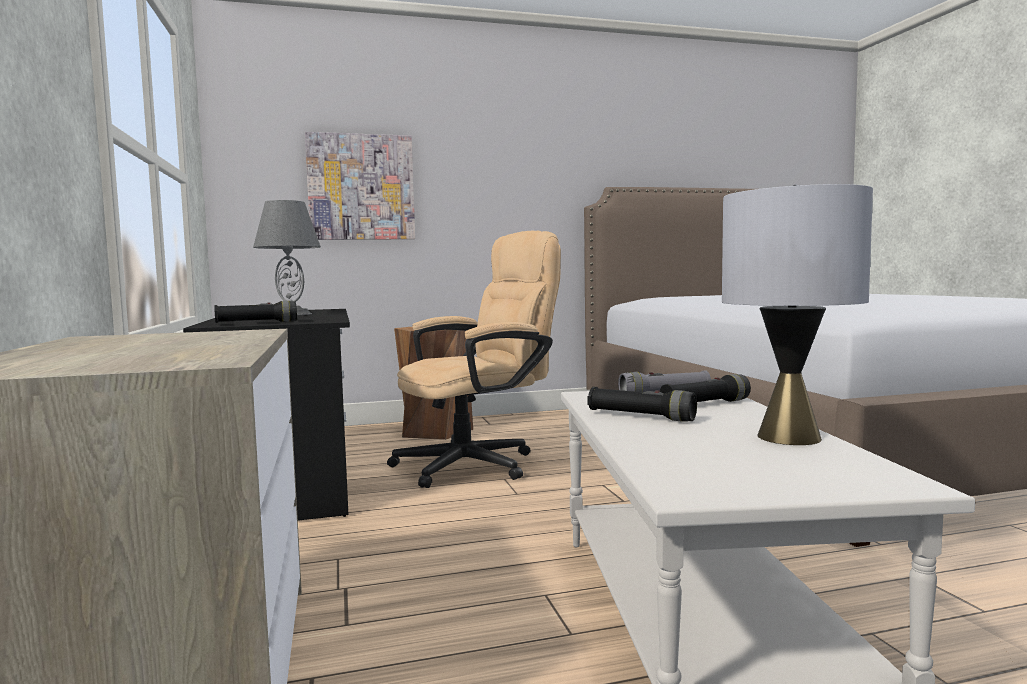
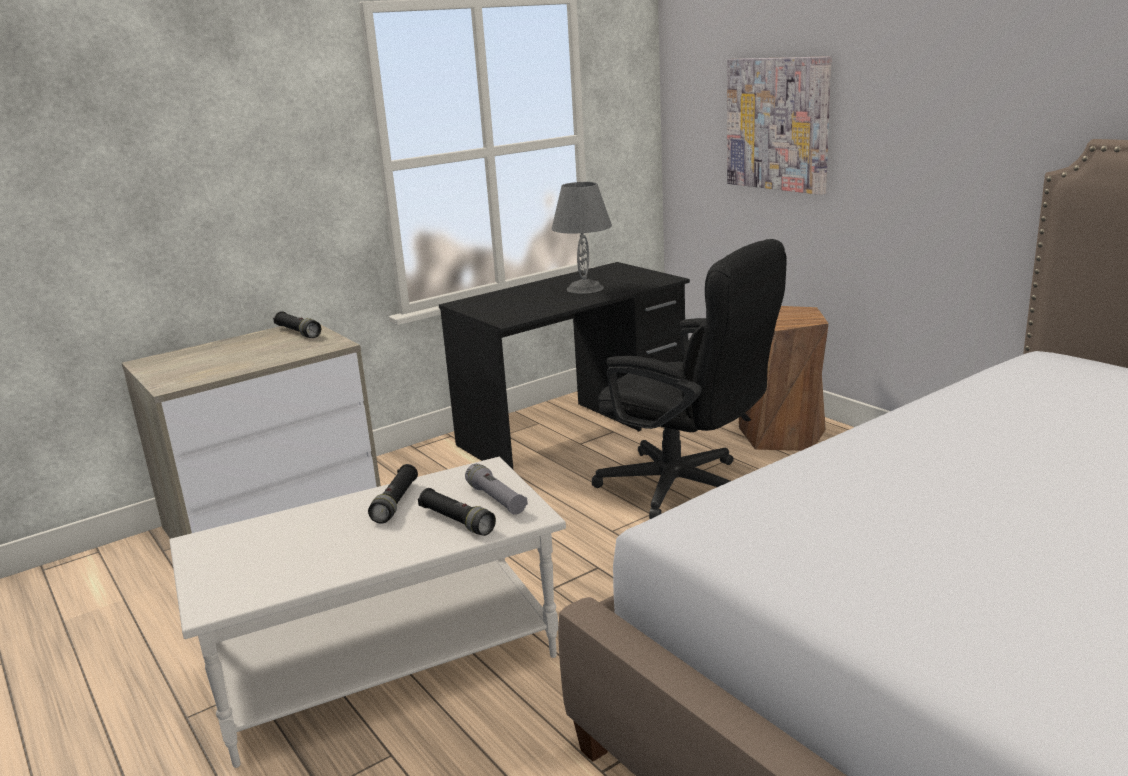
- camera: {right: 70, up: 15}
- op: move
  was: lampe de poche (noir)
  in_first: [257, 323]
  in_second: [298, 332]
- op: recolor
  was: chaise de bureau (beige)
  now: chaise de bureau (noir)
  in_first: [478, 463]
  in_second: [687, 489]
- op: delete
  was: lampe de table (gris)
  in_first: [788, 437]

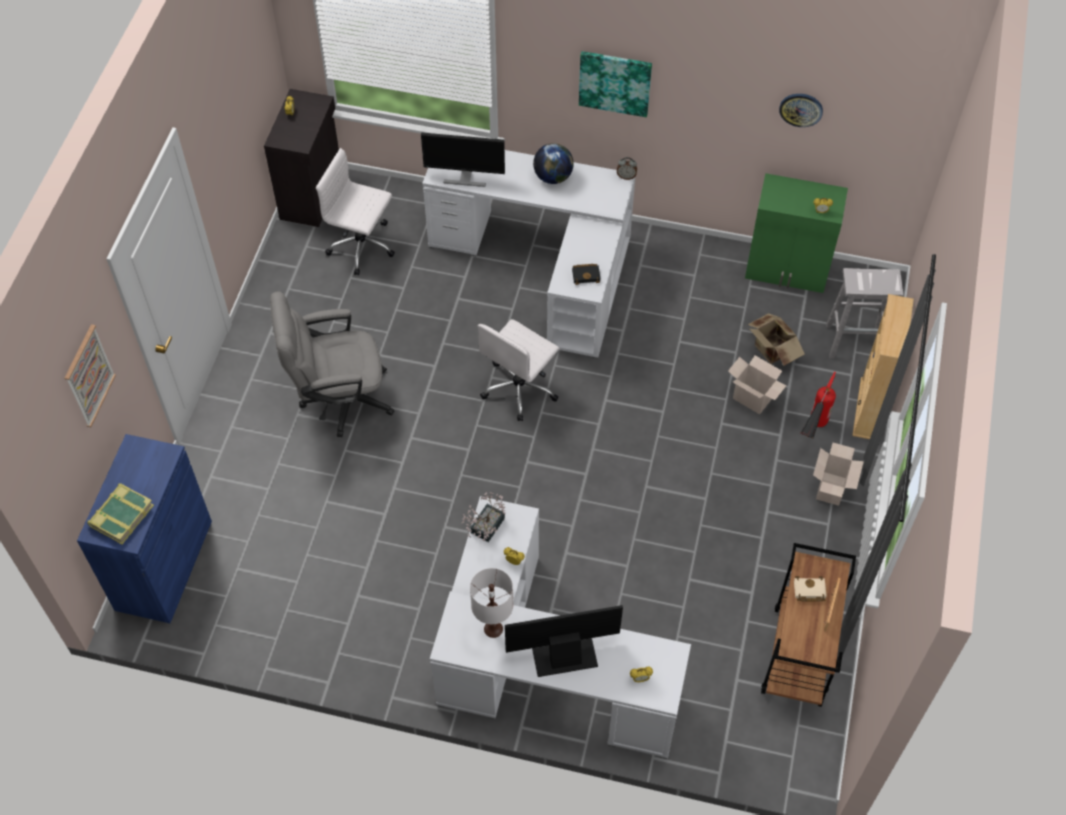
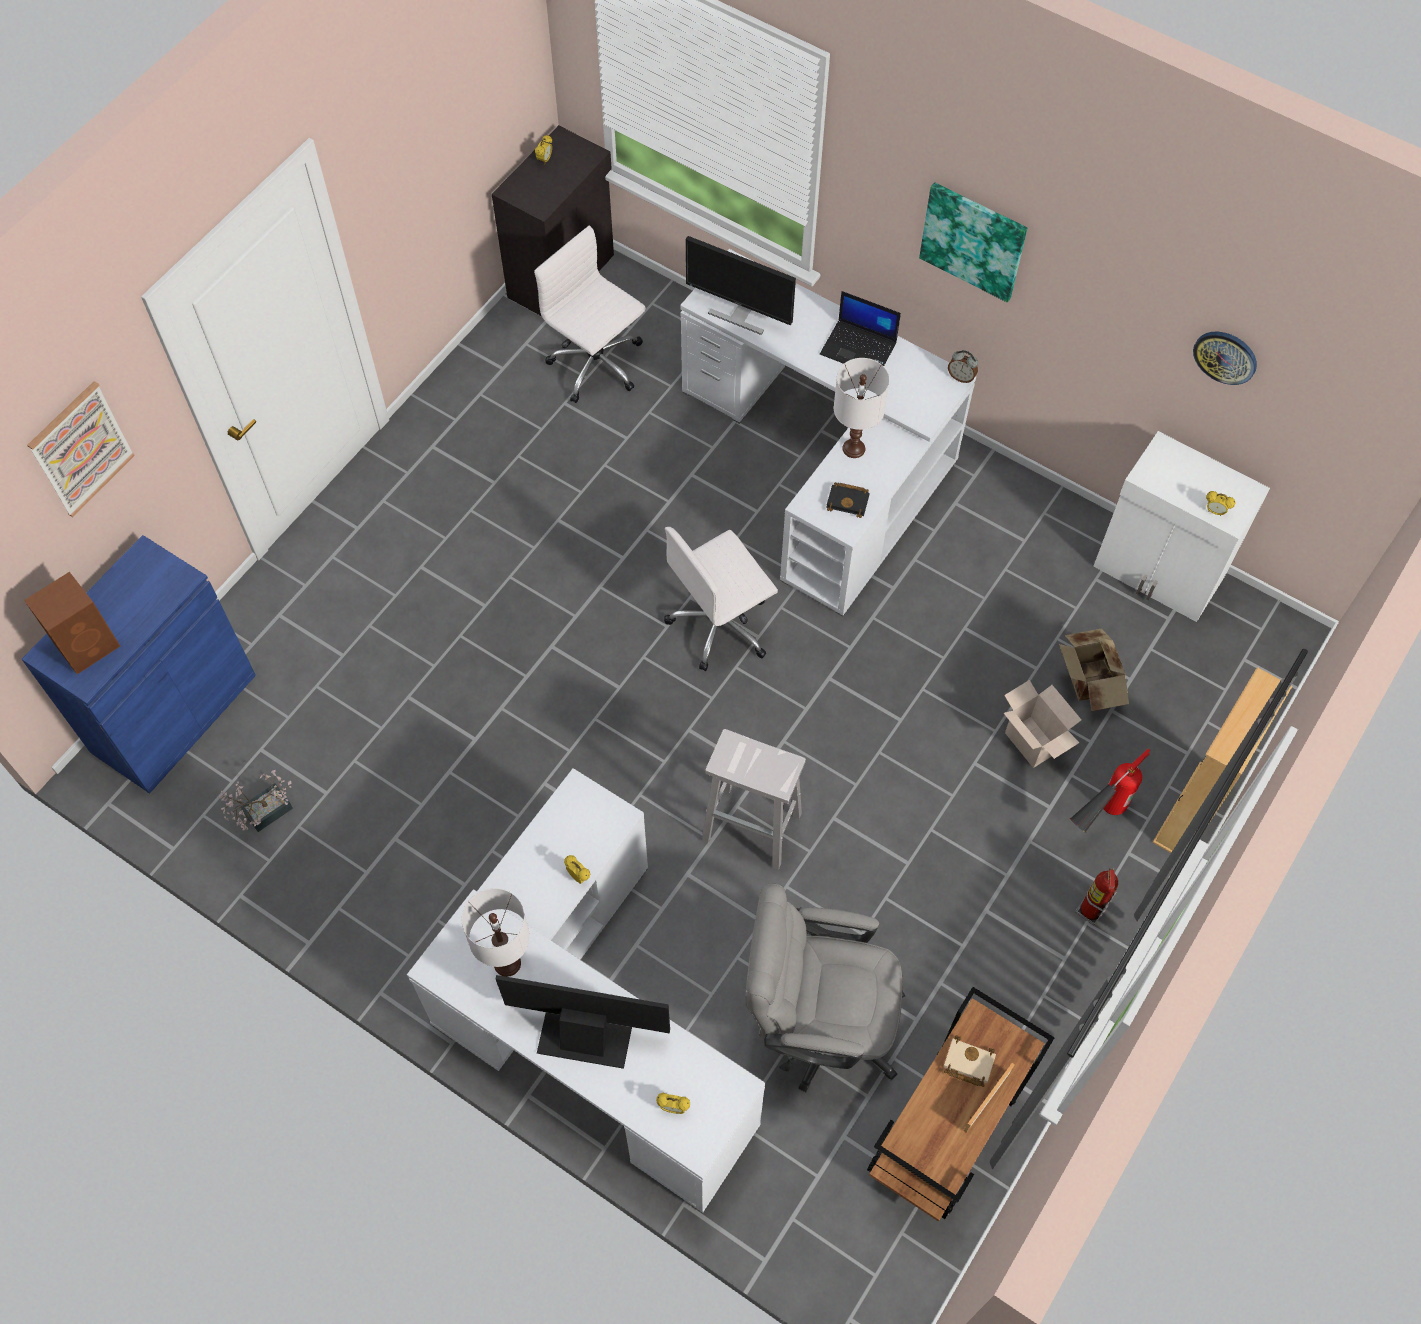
- camera: {right: 20, up: 5}
- op: replace
  was: livre
  now: enceinte (marron)
  in_first: [121, 516]
  in_second: [88, 644]
- op: move
  was: plante en pot
  in_first: [485, 528]
  in_second: [263, 813]
- op: move
  was: tabouret (blanc)
  in_first: [855, 341]
  in_second: [753, 827]
- op: move
  was: chaise de bureau (gris)
  in_first: [338, 399]
  in_second: [818, 1022]
- op: replace
  was: globe
  now: ordinateur portable
  in_first: [553, 177]
  in_second: [859, 348]
- op: insert
  now: lampe de table (blanc)
  in_second: [853, 448]
- op: replace
  was: carton
  now: extincteur
  in_first: [831, 490]
  in_second: [1090, 911]
- op: recolor
  was: meuble de rangement (vert)
  now: meuble de rangement (blanc)
  in_first: [787, 270]
  in_second: [1158, 574]

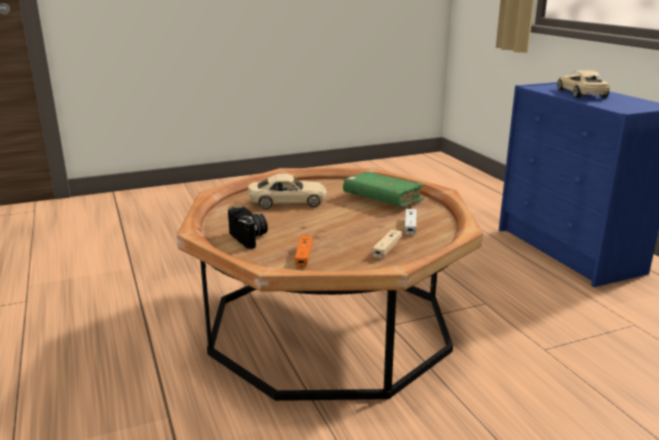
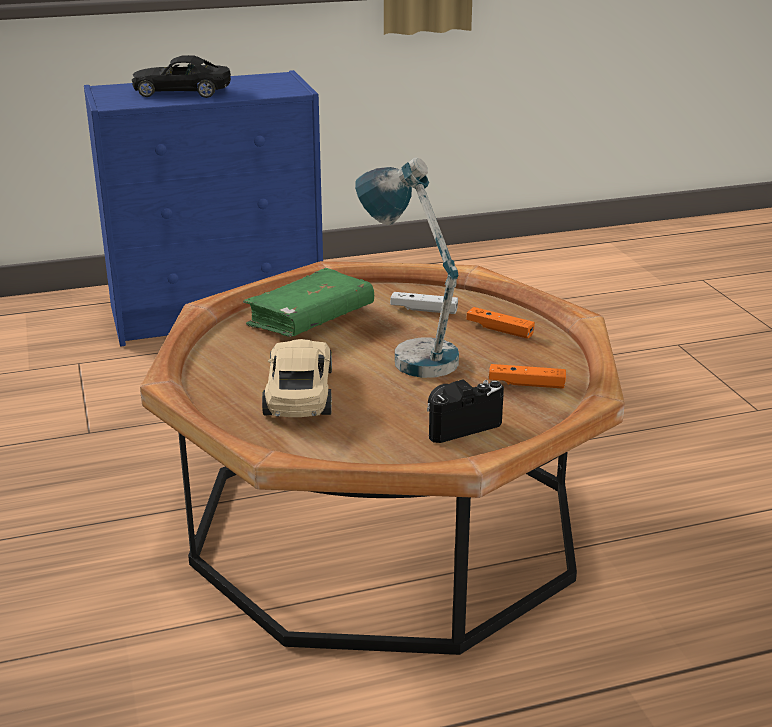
- camera: {right: -85, up: 5}
- op: recolor
  was: petite voiture (beige)
  now: petite voiture (noir)
  in_first: [581, 93]
  in_second: [182, 92]
- op: insert
  now: lampe de table
  in_second: [410, 351]
- op: recolor
  was: manette (beige)
  now: manette (orange)
  in_first: [387, 248]
  in_second: [499, 330]

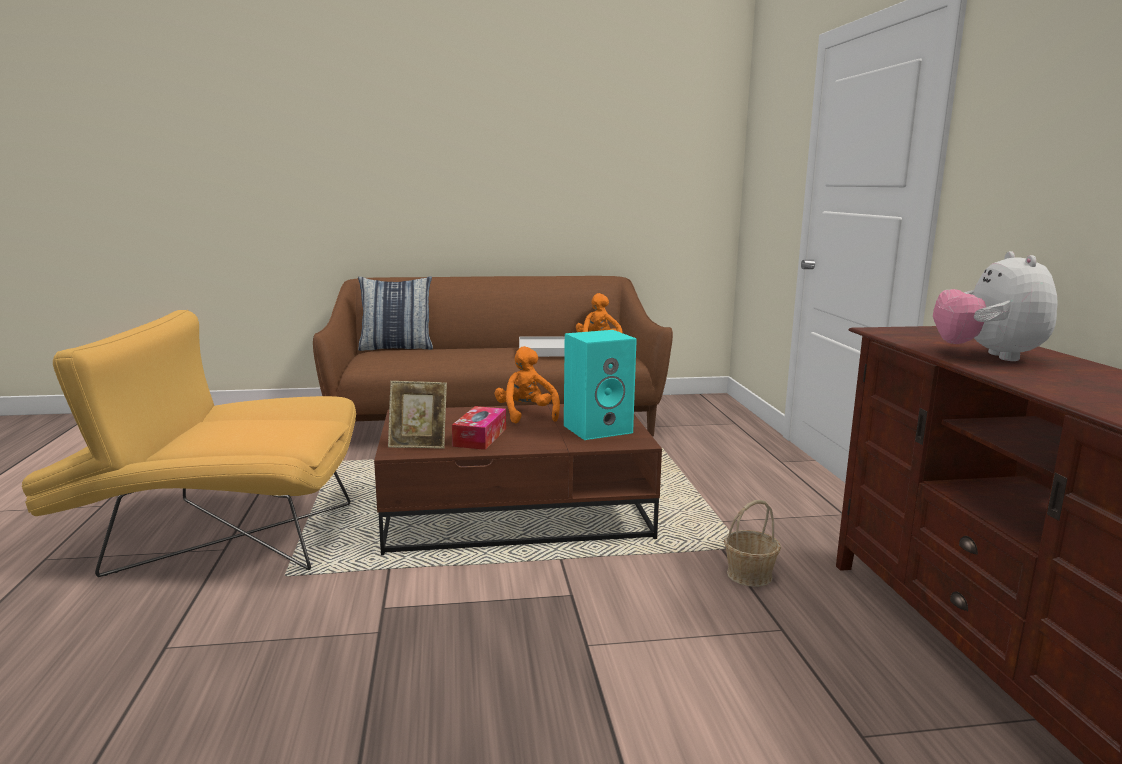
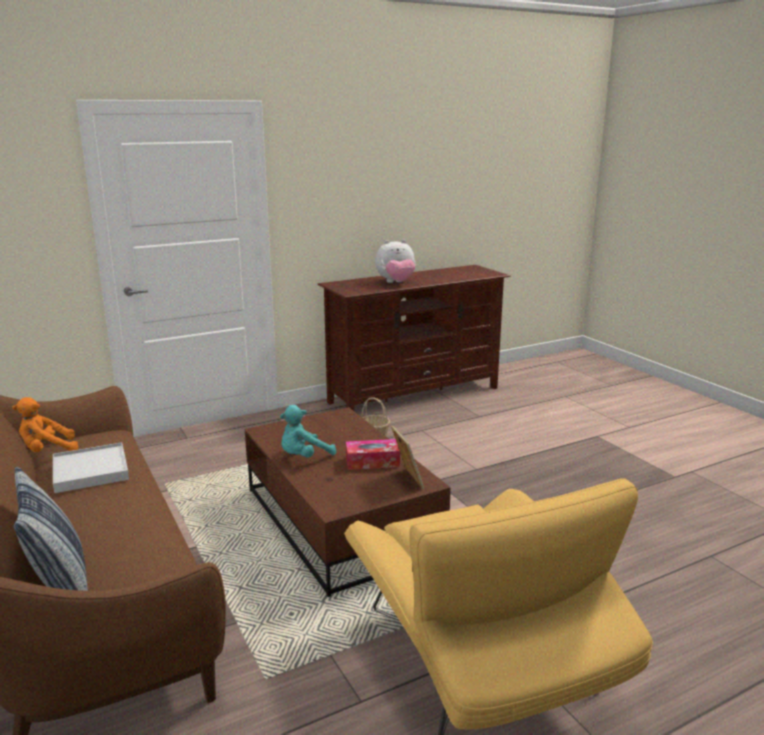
- camera: {right: -110, up: 5}
- op: recolor
  was: peluche (orange)
  now: peluche (turquoise)
  in_first: [526, 414]
  in_second: [304, 457]
- op: delete
  was: enceinte (turquoise)
  in_first: [598, 428]

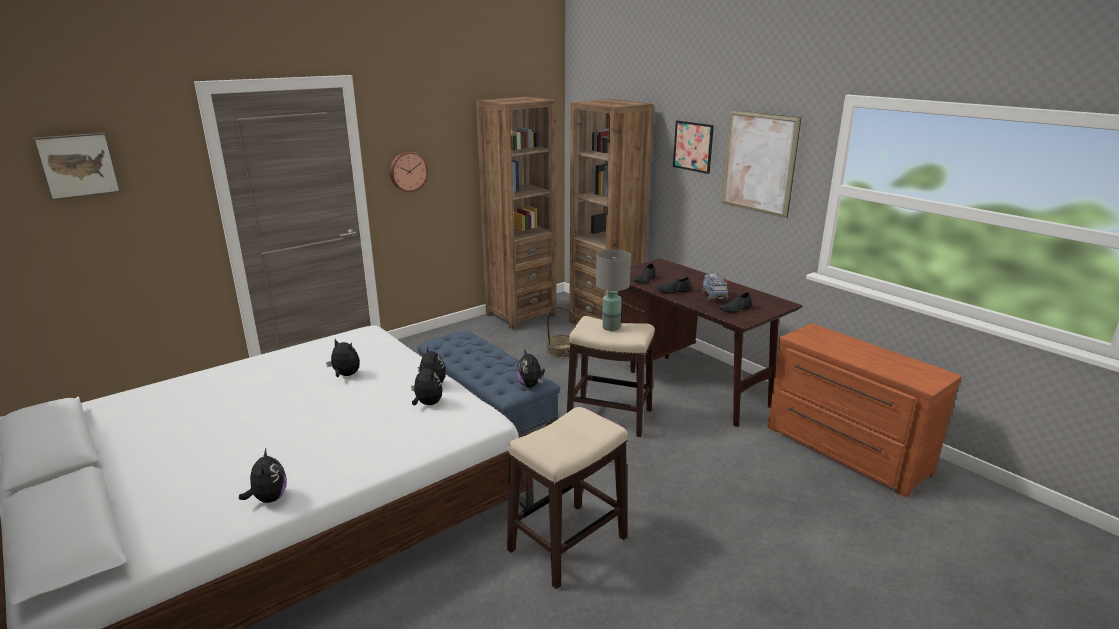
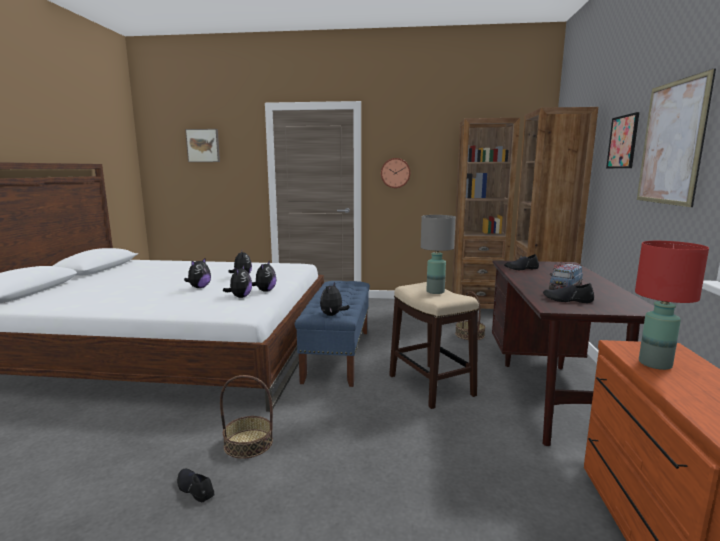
- camera: {right: 45, up: -10}
- op: move
  was: chaussure (noir)
  in_first: [673, 291]
  in_second: [195, 489]
- op: move
  was: peluche
  in_first: [269, 498]
  in_second: [199, 287]
- op: replace
  was: tabouret
  now: panier
  in_first: [567, 544]
  in_second: [248, 443]
- op: insert
  now: lampe de table (rouge)
  in_second: [654, 363]

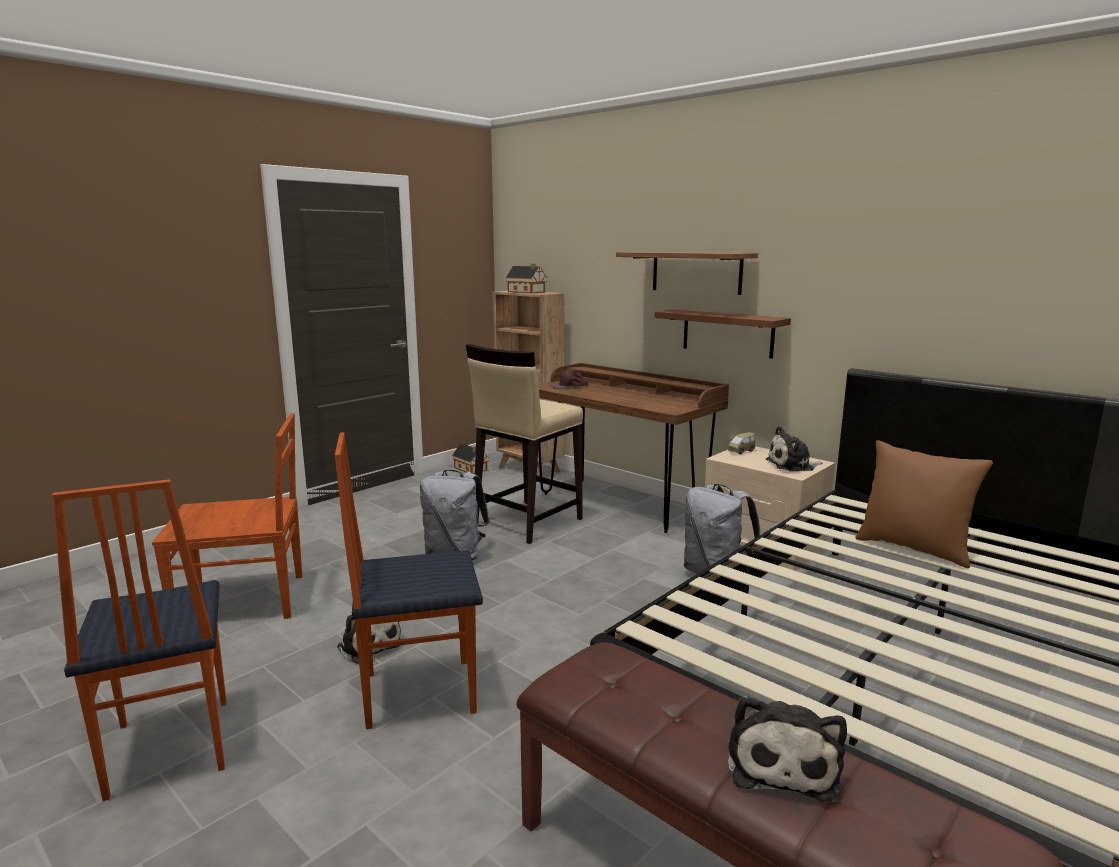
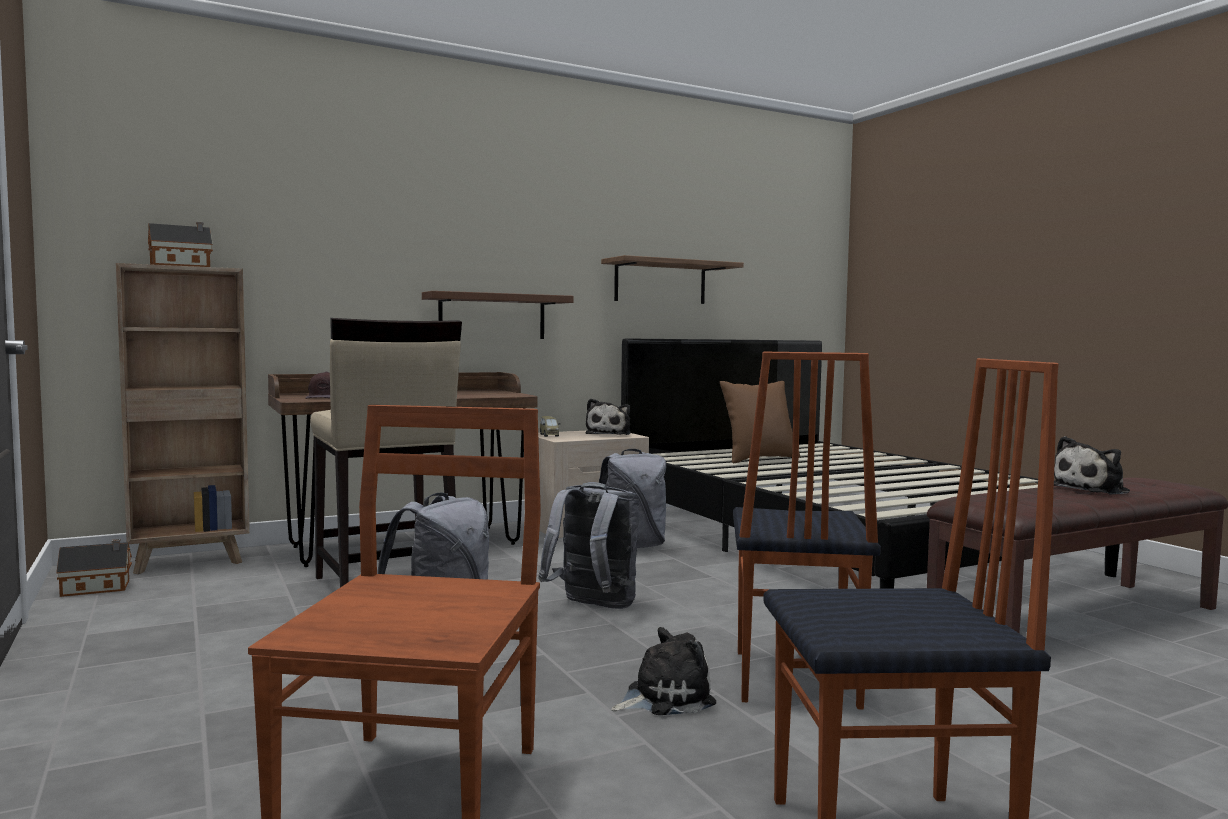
- camera: {right: -70, up: -10}
- op: insert
  now: sac à dos (gris)
  in_second: [593, 607]
- op: move
  was: étagère
  in_first: [696, 272]
  in_second: [660, 282]
- op: rotate
  was: peluche
  in_first: [782, 763]
  in_second: [1093, 489]
  clockwise: 120

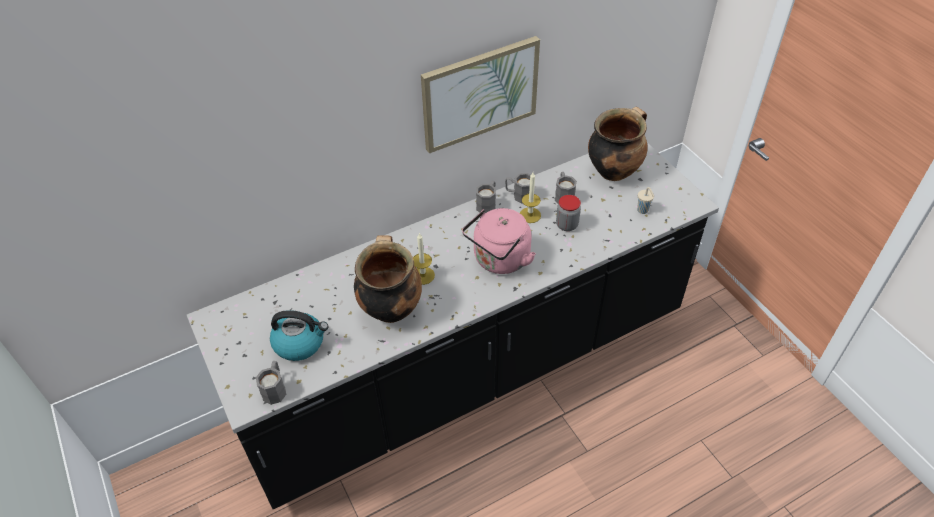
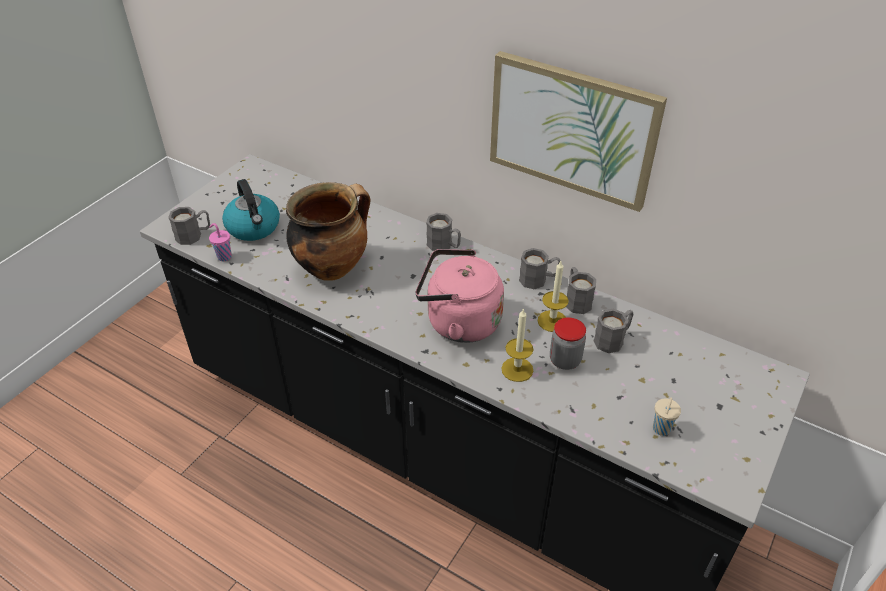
- camera: {right: 60, up: -5}
- op: insert
  now: tasse (rose)
  in_second: [224, 256]
- op: insert
  now: mug (gris)
  in_second: [444, 245]
- op: move
  was: bougie
  in_first: [423, 275]
  in_second: [517, 369]
- op: delete
  was: marmite
  in_first: [614, 170]

